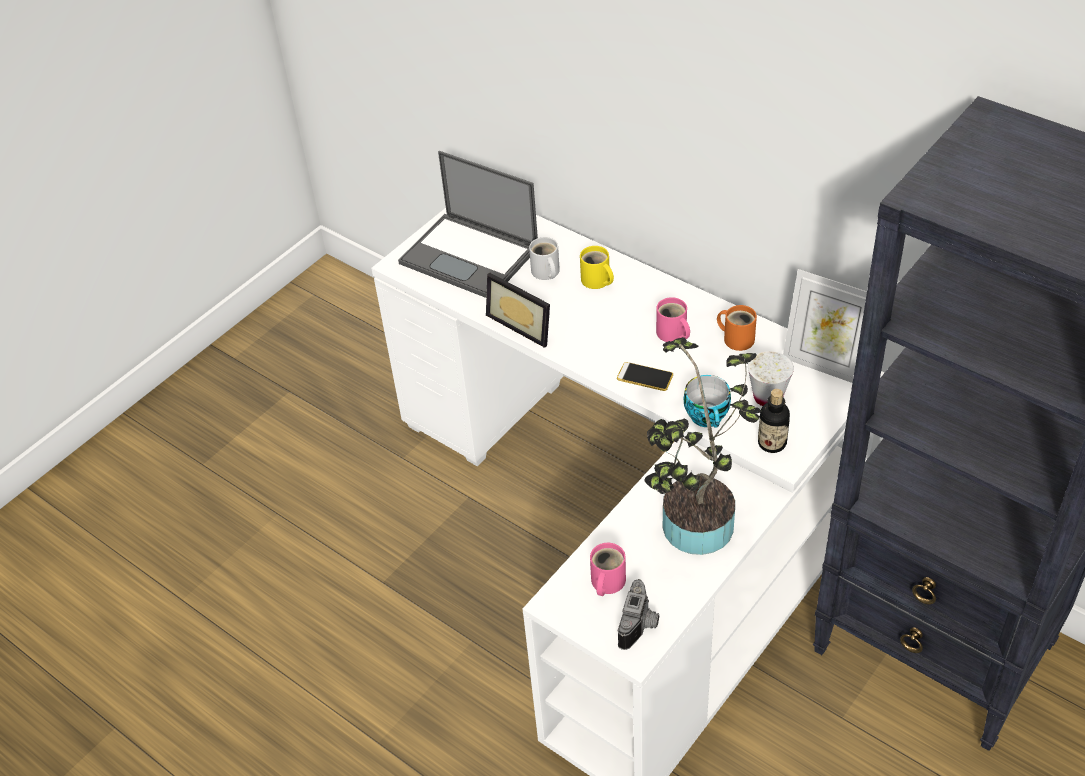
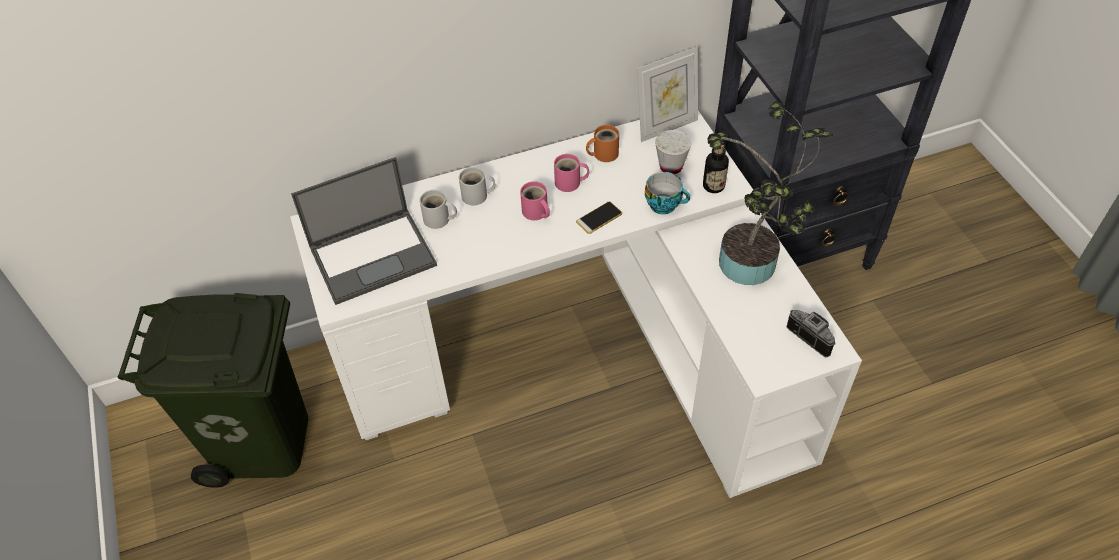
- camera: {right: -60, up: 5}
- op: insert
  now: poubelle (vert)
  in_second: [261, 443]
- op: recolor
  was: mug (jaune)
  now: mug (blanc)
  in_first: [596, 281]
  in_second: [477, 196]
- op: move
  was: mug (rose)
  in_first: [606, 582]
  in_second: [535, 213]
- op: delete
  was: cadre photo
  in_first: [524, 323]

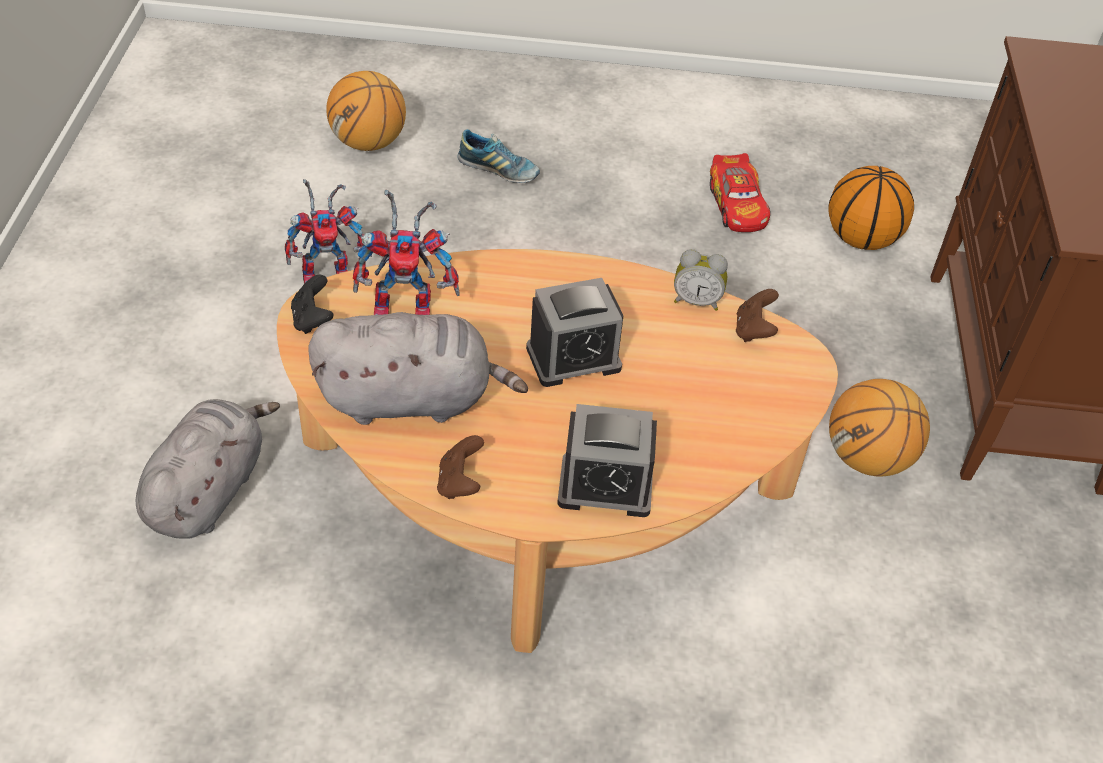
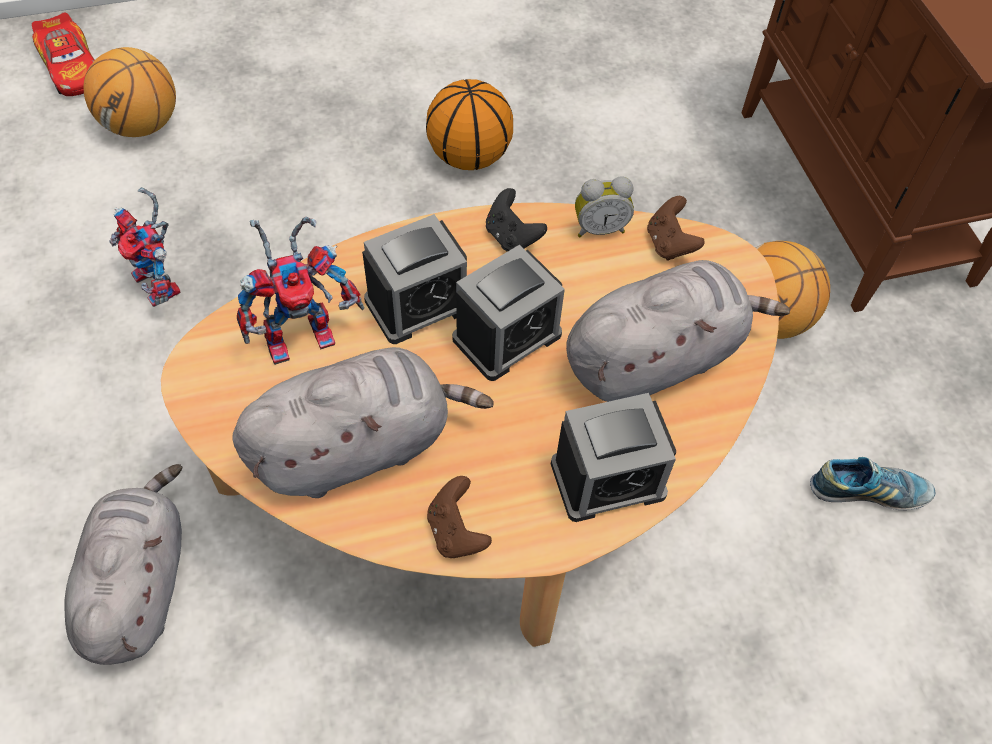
- camera: {right: -20, up: 10}
- op: move
  was: petite voiture
  in_first: [737, 205]
  in_second: [72, 68]
- op: rotate
  was: robot jouet
  in_first: [329, 272]
  in_second: [163, 285]
  clockwise: 90
- op: insert
  now: réveil
  in_second: [418, 304]
- op: move
  was: ballon de basket
  in_first: [862, 239]
  in_second: [470, 156]
- op: move
  was: manette (noir)
  in_first: [312, 320]
  in_second: [512, 237]
- op: insert
  now: peluche (gris)
  in_second: [656, 358]
- op: move
  was: chaussure
  in_first: [499, 170]
  in_second: [867, 492]

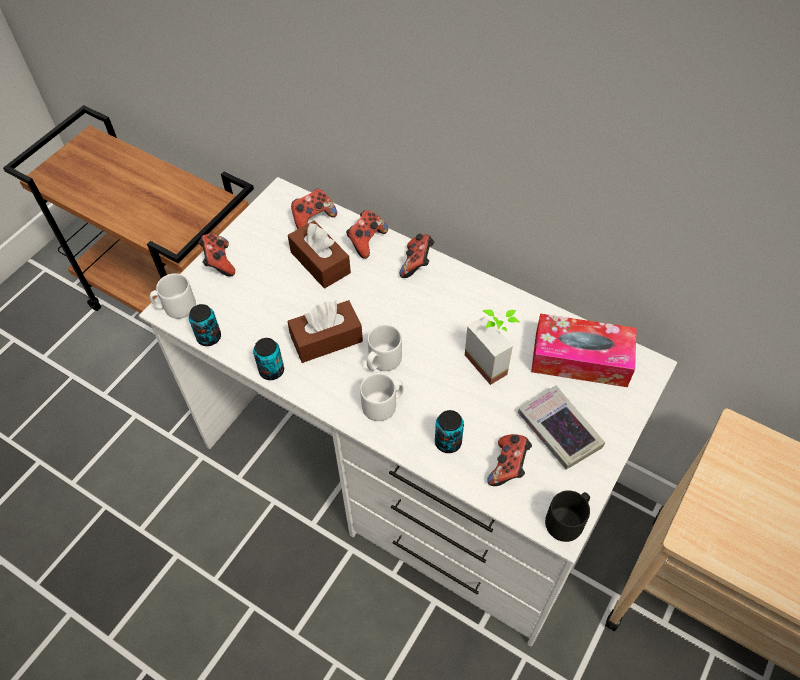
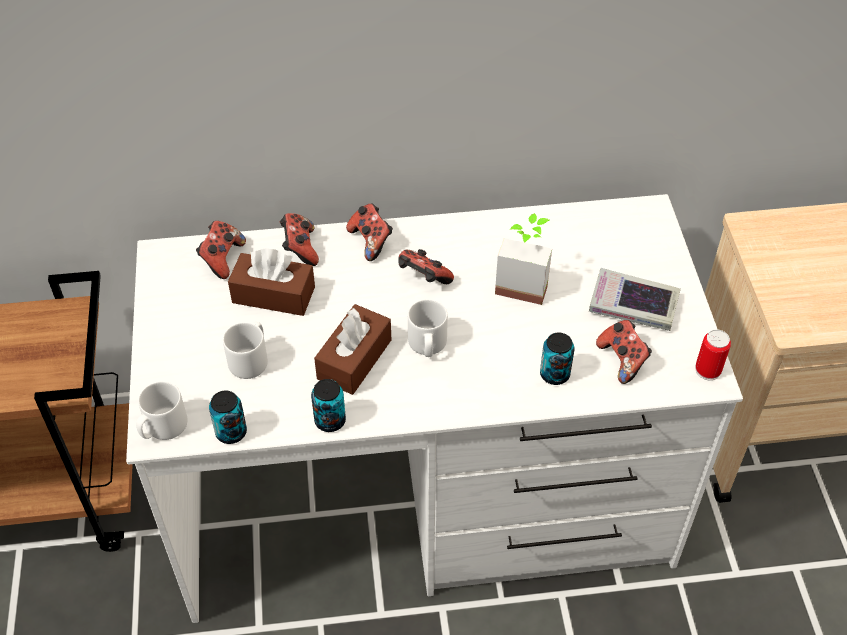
- camera: {right: -40, up: -5}
- op: move
  was: mug (blanc)
  in_first: [383, 405]
  in_second: [251, 360]
- op: move
  was: manette
  in_first: [219, 263]
  in_second: [423, 279]
- op: replace
  was: mug (noir)
  now: boîte métallique
  in_first: [567, 521]
  in_second: [707, 370]
- op: delete
  was: boîte à mouchoirs
  in_first: [580, 359]

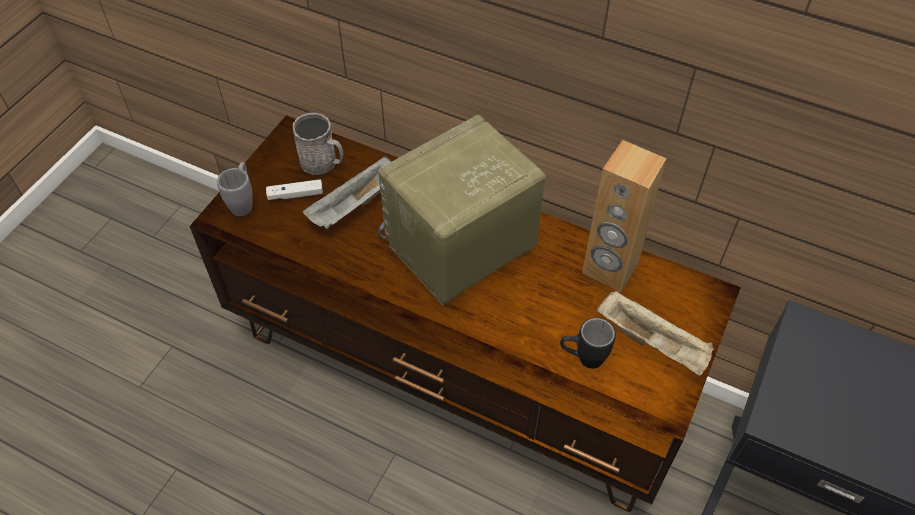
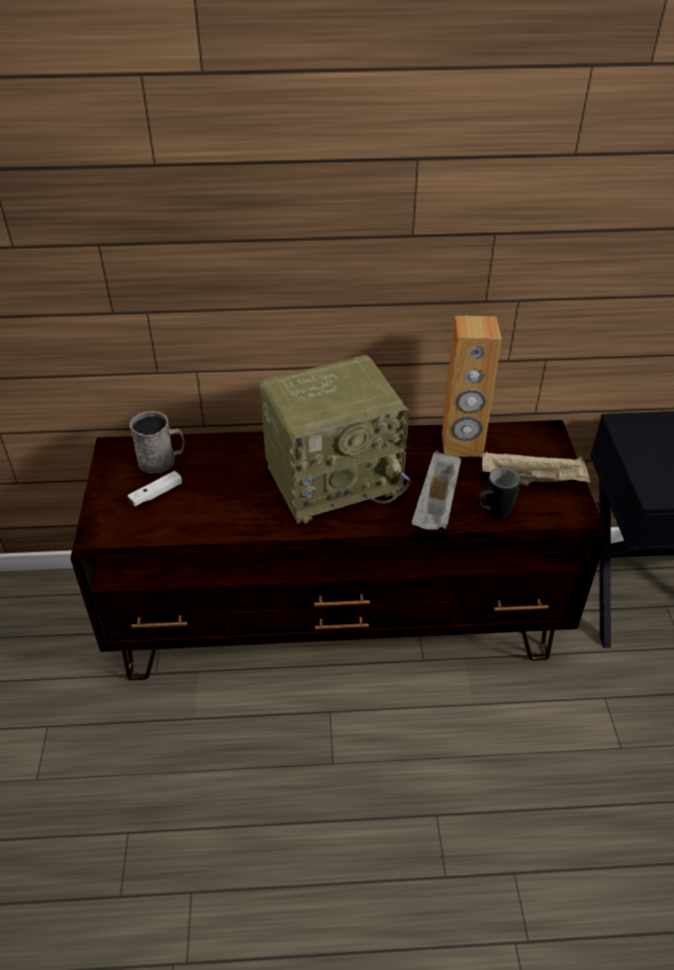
- camera: {right: -30, up: -10}
- op: rotate
  was: radio
  in_first: [460, 249]
  in_second: [334, 477]
  clockwise: -135
- op: move
  was: plateau (gris)
  in_first: [355, 205]
  in_second: [436, 505]
- op: delete
  was: mug (gris)
  in_first: [243, 202]

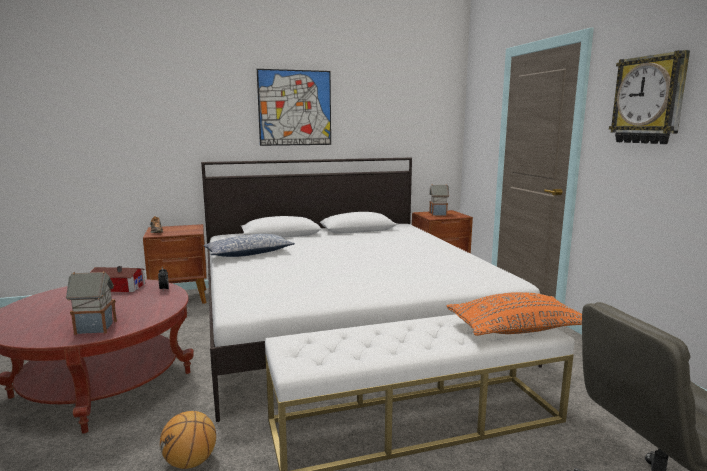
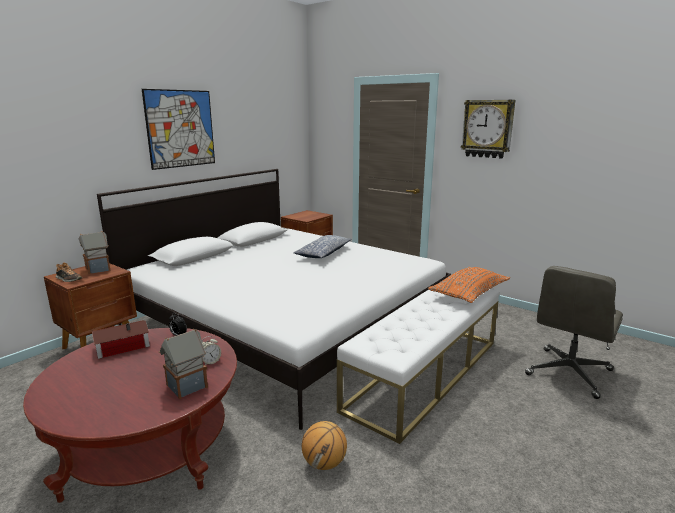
- camera: {right: -35, up: 5}
- op: move
  was: maison miniature
  in_first: [438, 214]
  in_second: [98, 269]
- op: insert
  now: réveil
  in_second: [210, 362]
- op: move
  was: coussin
  in_first: [248, 254]
  in_second: [323, 253]

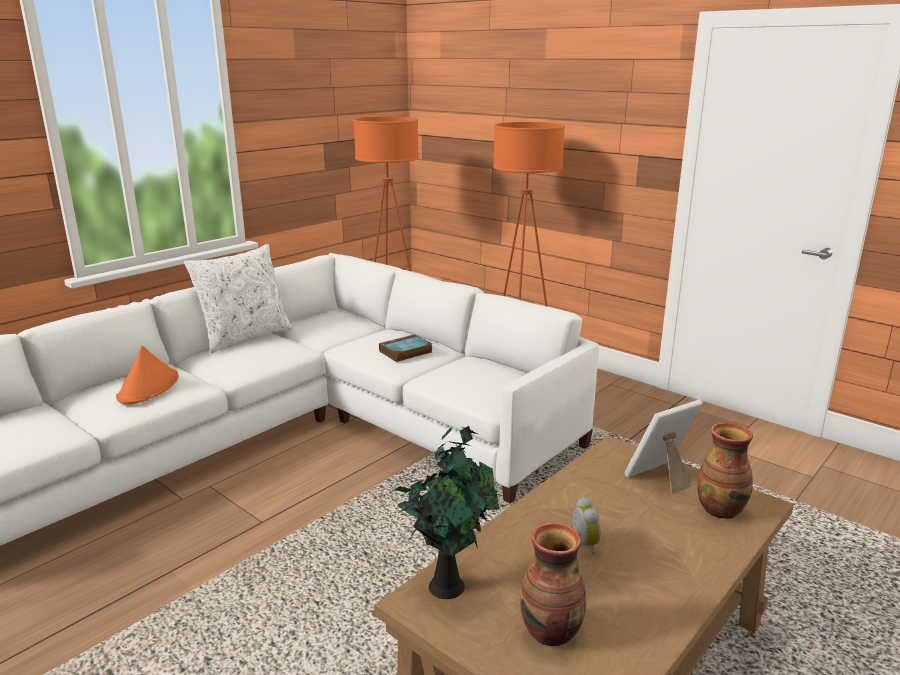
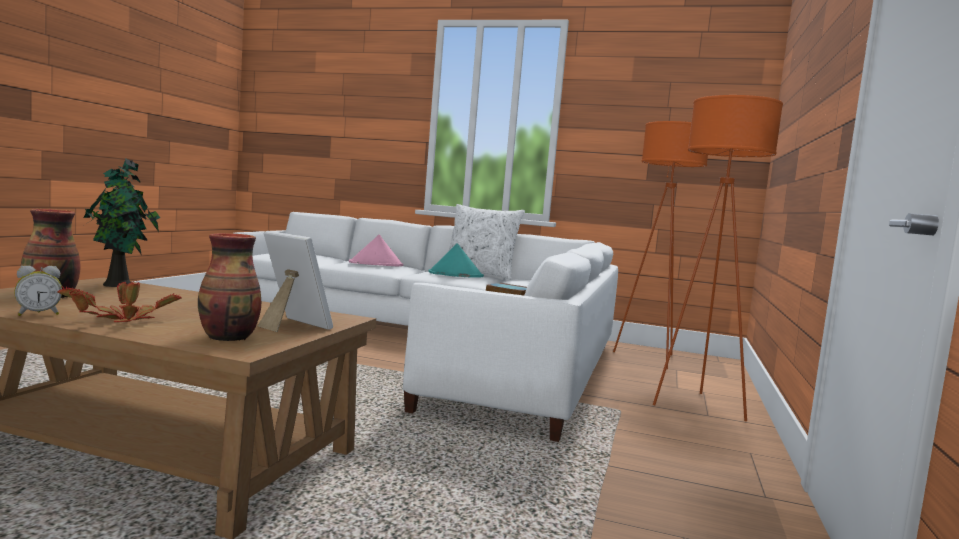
- camera: {right: 65, up: -15}
- op: move
  was: réveil
  in_first: [582, 545]
  in_second: [38, 314]
- op: insert
  now: plante en pot
  in_second: [122, 320]
- op: recolor
  was: chapeau (orange)
  now: chapeau (rose)
  in_first: [148, 387]
  in_second: [376, 264]
- op: insert
  now: chapeau (turquoise)
  in_second: [455, 275]

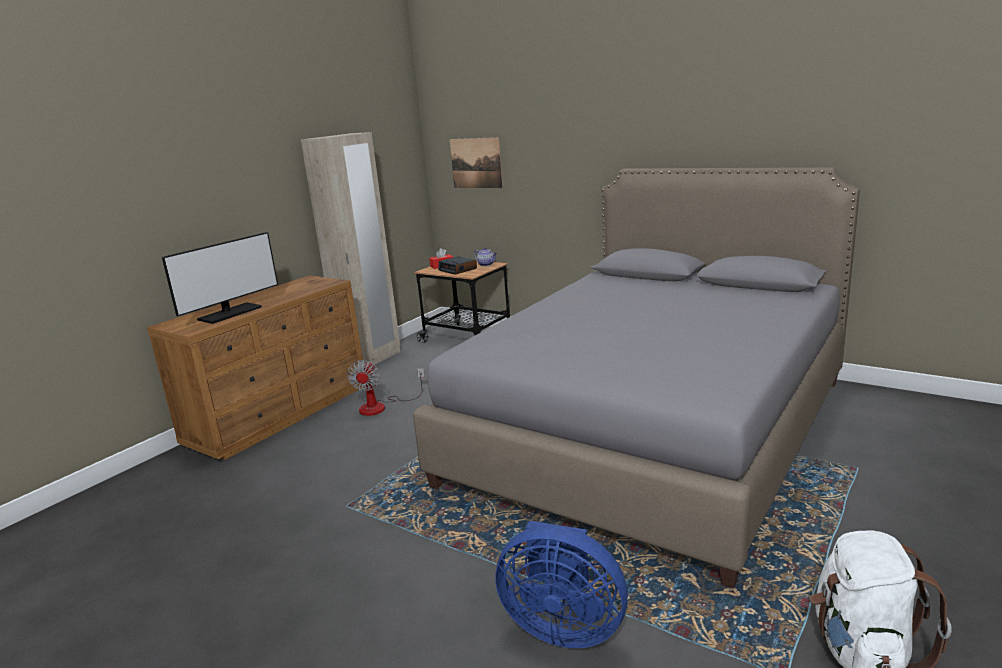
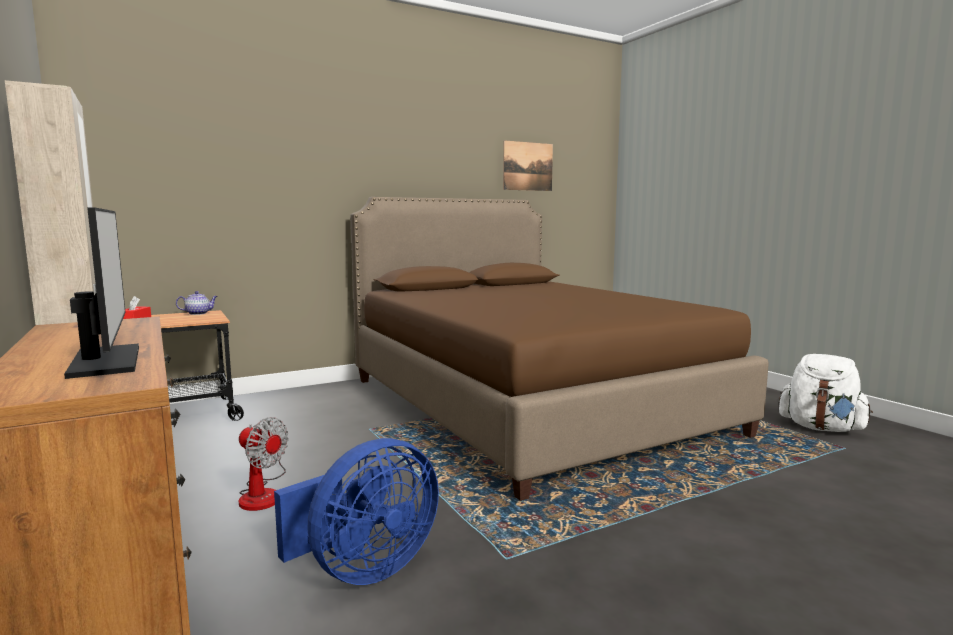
- camera: {right: -65, up: -10}
- op: move
  was: ventilateur (bleu)
  in_first: [562, 626]
  in_second: [364, 569]
- op: recolor
  was: lit (gris)
  now: lit (marron)
  in_first: [653, 430]
  in_second: [528, 405]
- op: move
  was: tableau
  in_first: [476, 163]
  in_second: [528, 166]
- op: delete
  was: réveil
  in_first: [458, 269]

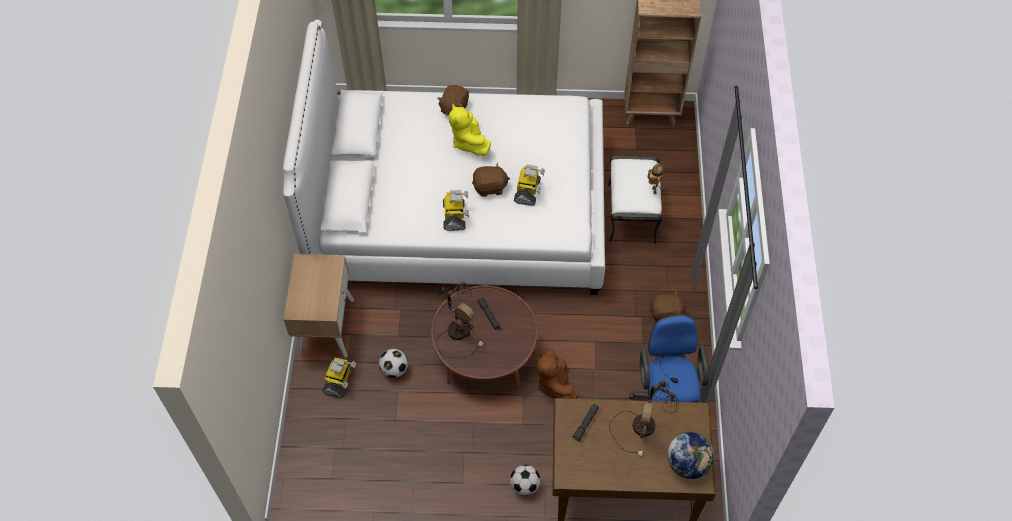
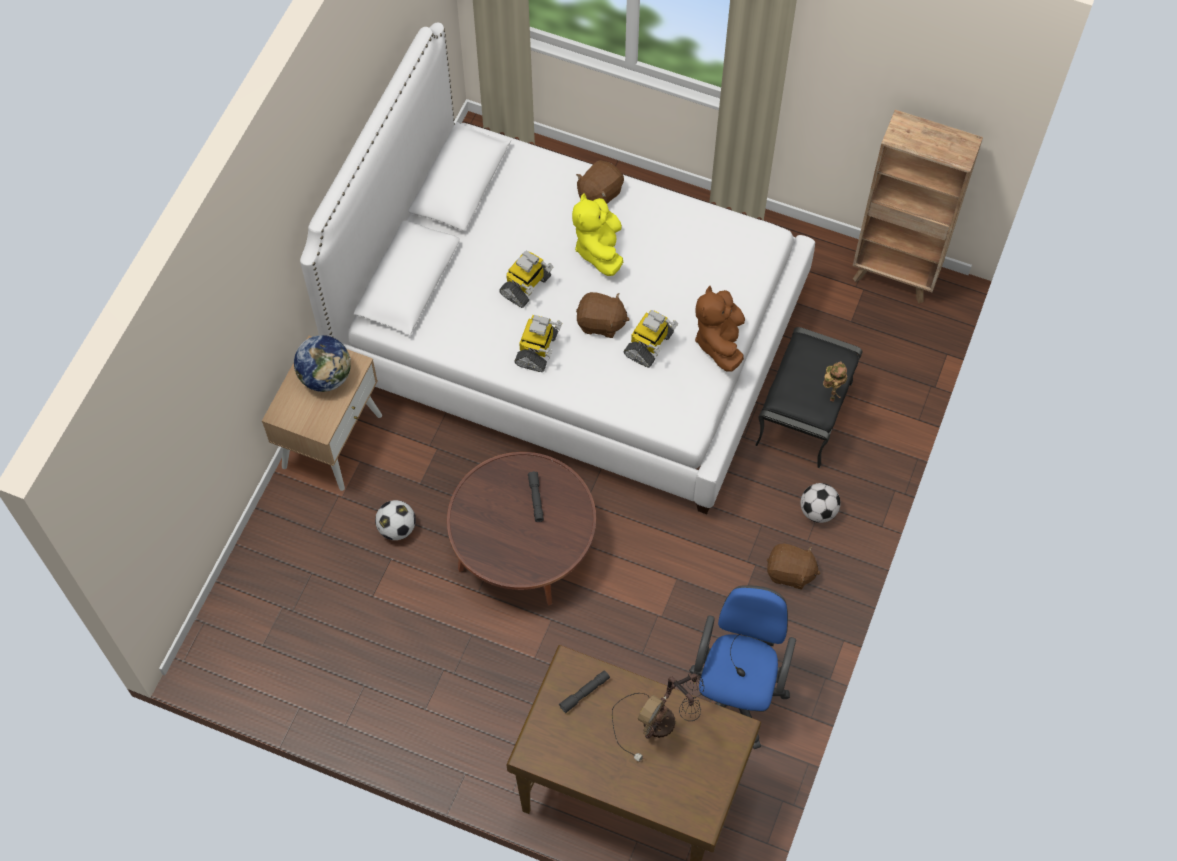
- camera: {right: 20, up: 5}
- op: move
  was: globe
  in_first: [687, 464]
  in_second: [326, 376]
- op: move
  was: robot jouet
  in_first: [340, 381]
  in_second: [526, 286]
- op: move
  was: peluche (marron)
  in_first: [555, 385]
  in_second: [720, 341]
- op: recolor
  was: pouf (blanc)
  now: pouf (noir)
  in_first: [630, 212]
  in_second: [803, 411]
- op: move
  was: ballon de foot
  in_first: [524, 485]
  in_second: [818, 511]
- op: delete
  was: lampe de table
  in_first: [457, 329]

